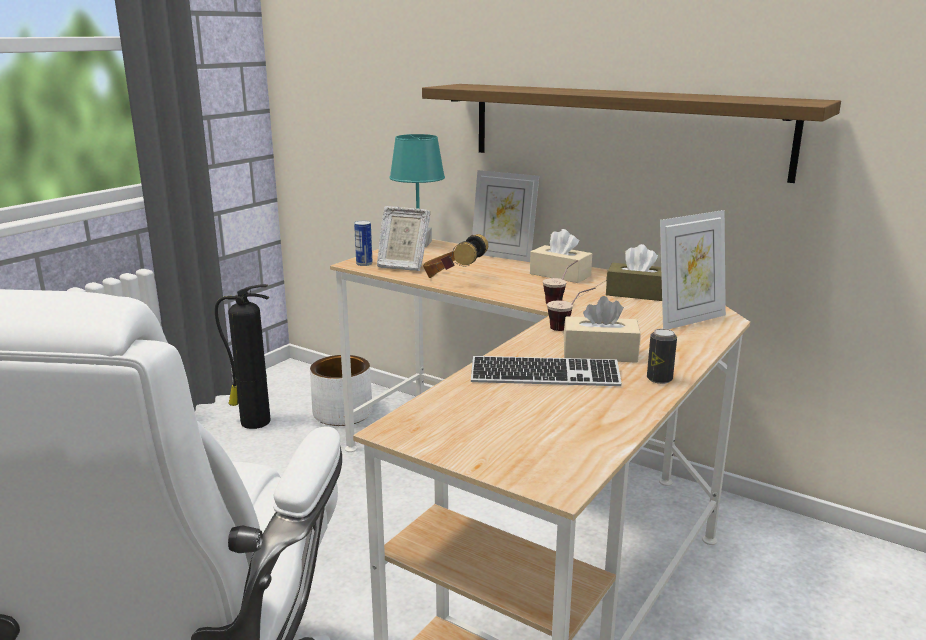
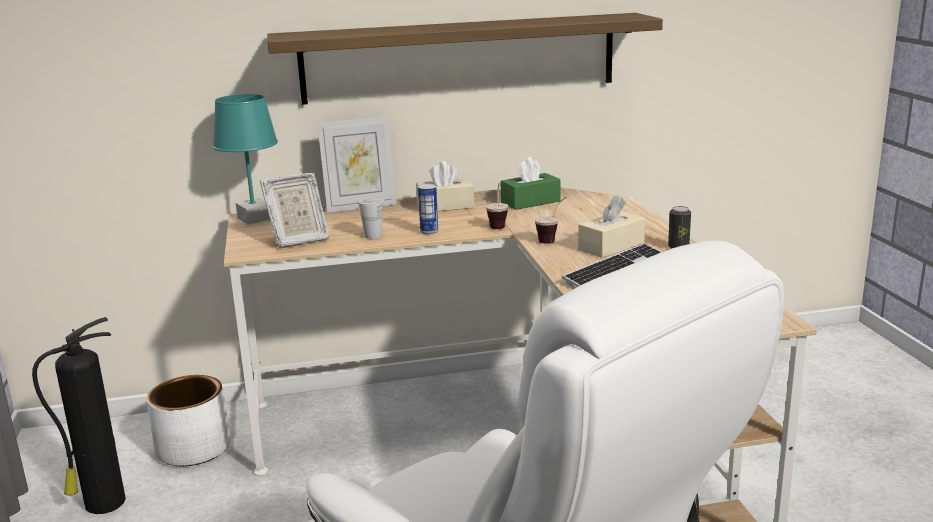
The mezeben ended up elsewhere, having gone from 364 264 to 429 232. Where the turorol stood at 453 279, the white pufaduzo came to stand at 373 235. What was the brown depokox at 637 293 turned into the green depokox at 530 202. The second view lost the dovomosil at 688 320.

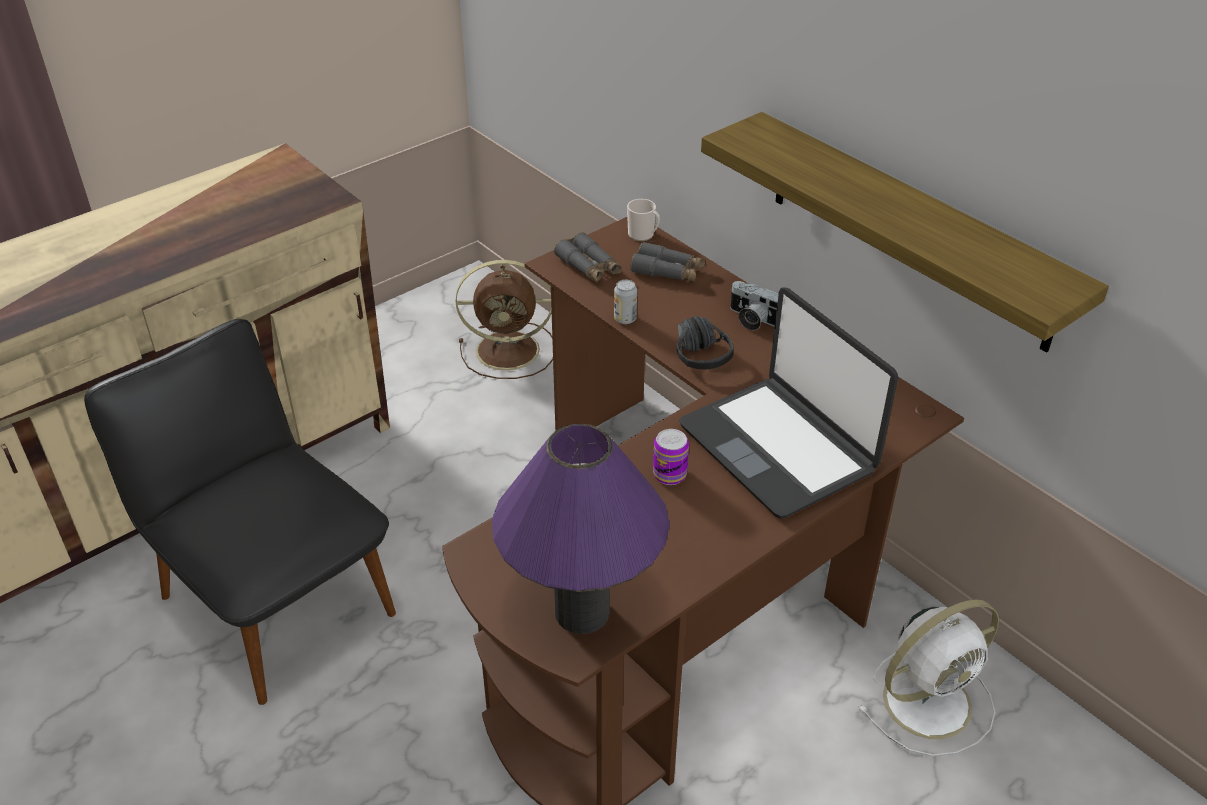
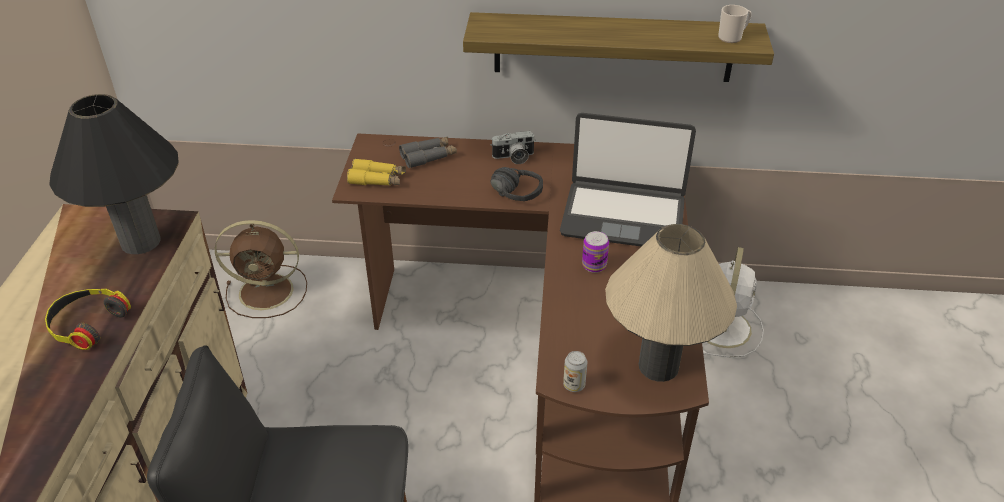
The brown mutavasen at 510 350 ended up facing another way, 45 degrees clockwise from before. What was the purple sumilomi at 581 612 turned into the beige sumilomi at 658 366. What was the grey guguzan at 589 267 turned into the yellow guguzan at 377 179. The mezeben ended up elsewhere, having gone from 625 319 to 574 385. The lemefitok ended up elsewhere, having gone from 643 235 to 732 37. The second view gained the turorol at 87 323. The second view gained the black sumilomi at 140 242.

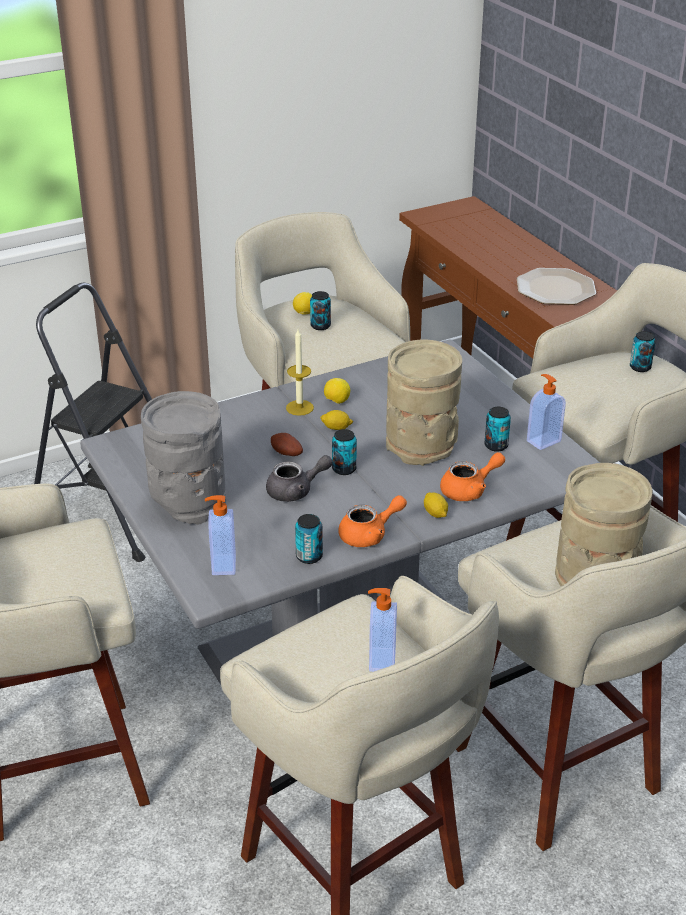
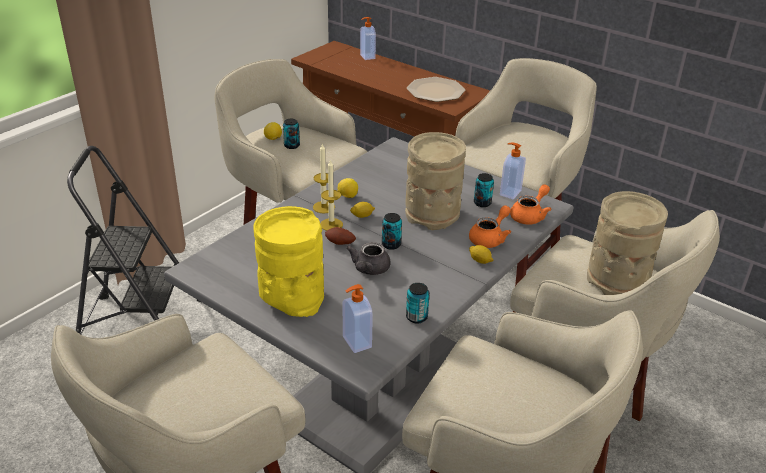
What was the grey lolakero at 187 502 turned into the yellow lolakero at 291 300. The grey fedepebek at 296 491 ended up facing another way, 150 degrees clockwise from before. The orange fedepebek ended up elsewhere, having gone from 369 535 to 530 216. The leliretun ended up elsewhere, having gone from 380 660 to 367 57. The second view lost the mezeben at 640 367. The second view gained the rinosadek at 331 224.

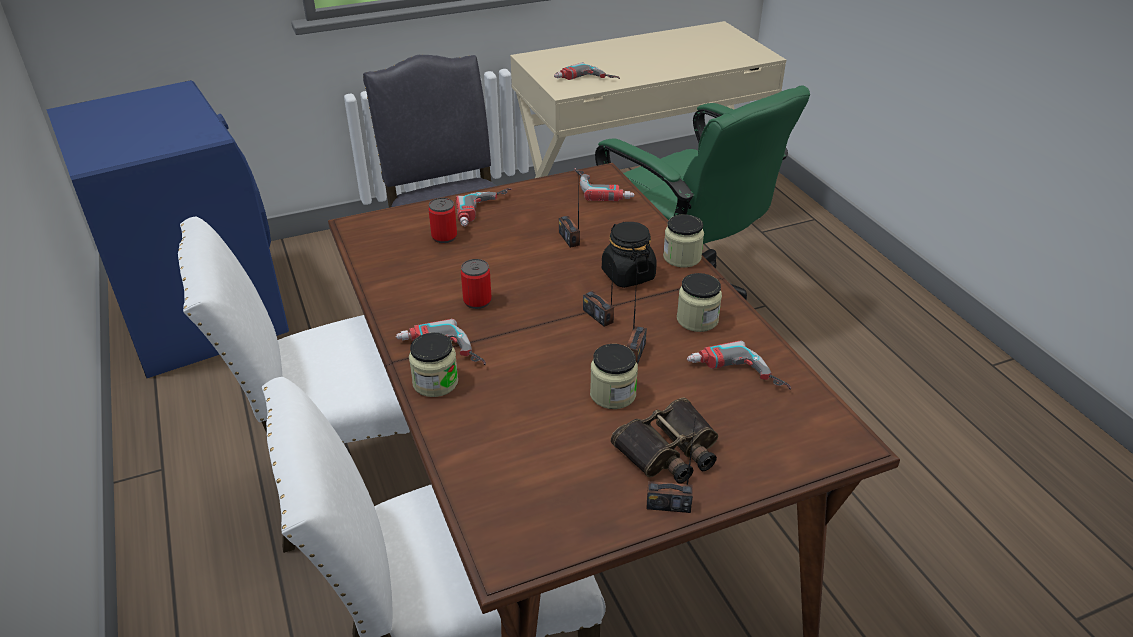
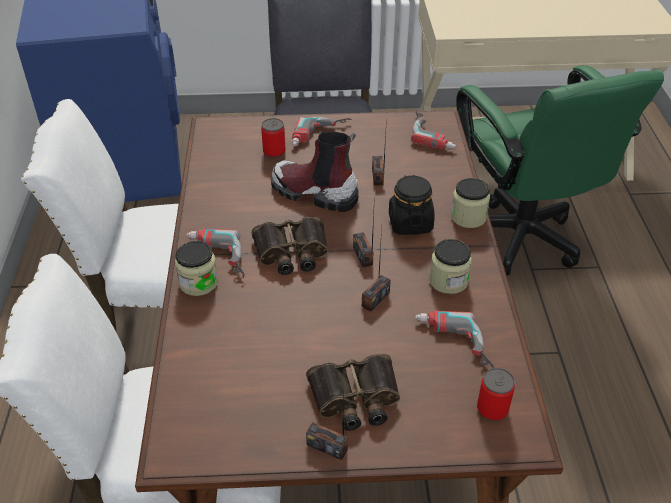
The mezeben ended up elsewhere, having gone from 477 301 to 492 409. The second view lost the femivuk at 585 81. The second view lost the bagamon at 613 394. The second view gained the guguzan at 291 252. The second view gained the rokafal at 314 193.

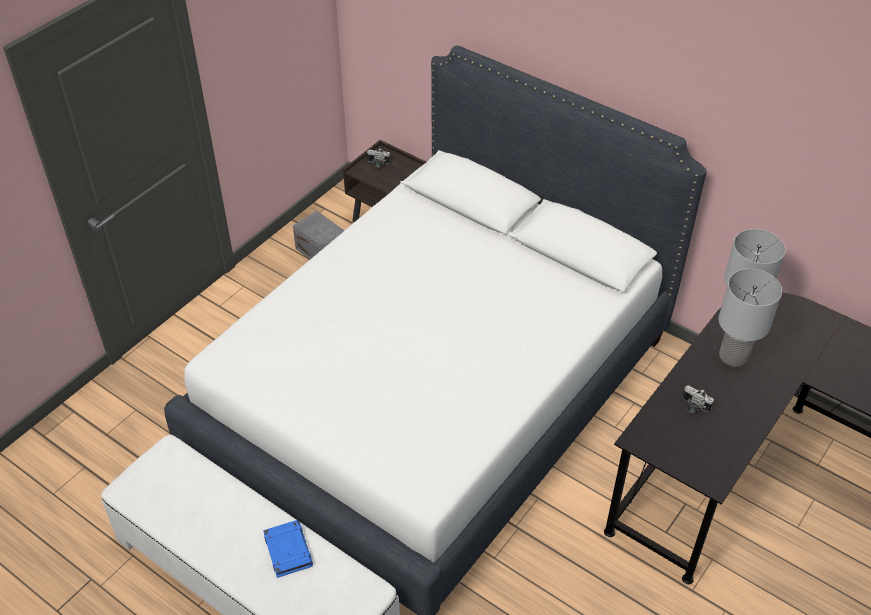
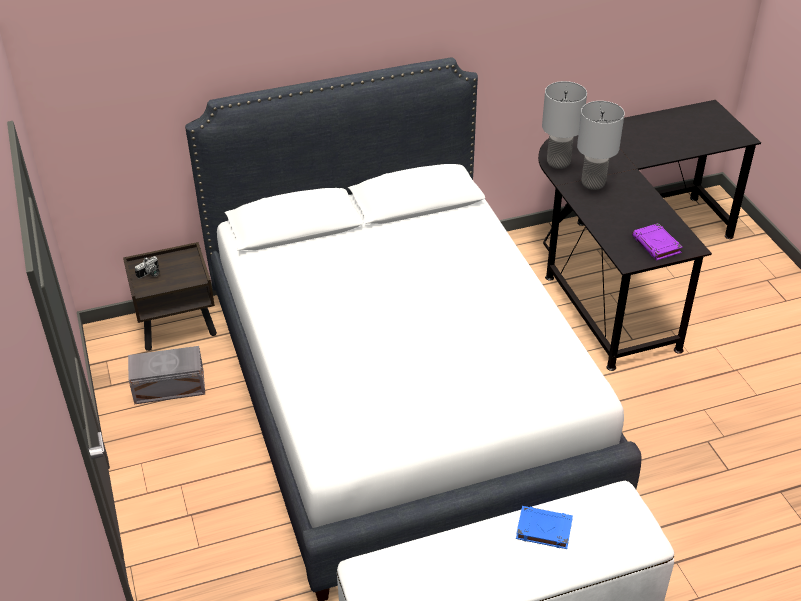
The second view lost the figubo at 693 407. The second view gained the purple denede at 656 245.

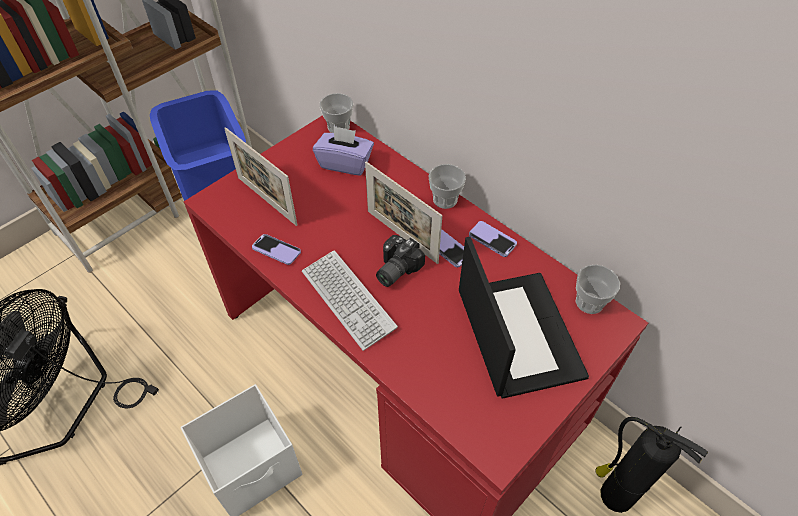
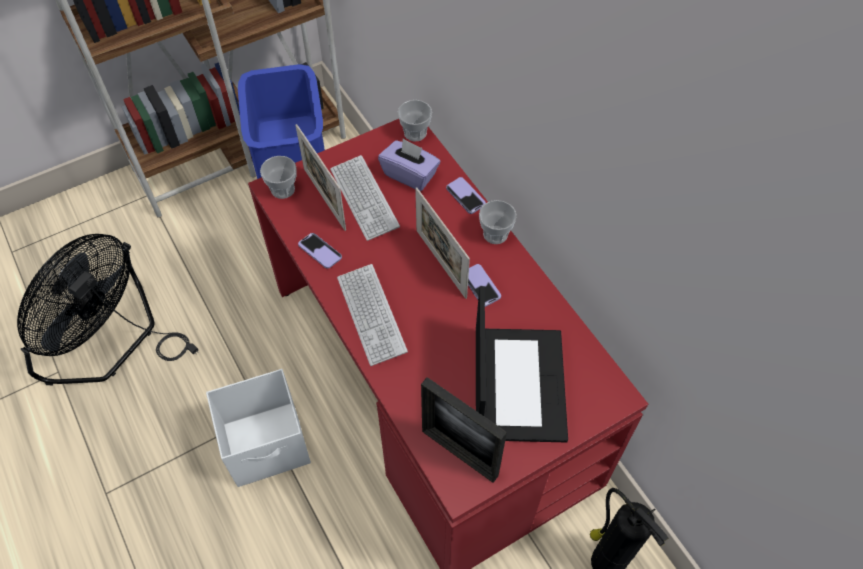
The second view lost the figubo at 394 269. The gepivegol ended up elsewhere, having gone from 492 240 to 465 196. The pufaduzo ended up elsewhere, having gone from 589 302 to 283 189. The second view gained the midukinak at 364 198. The second view gained the dovomosil at 459 453.

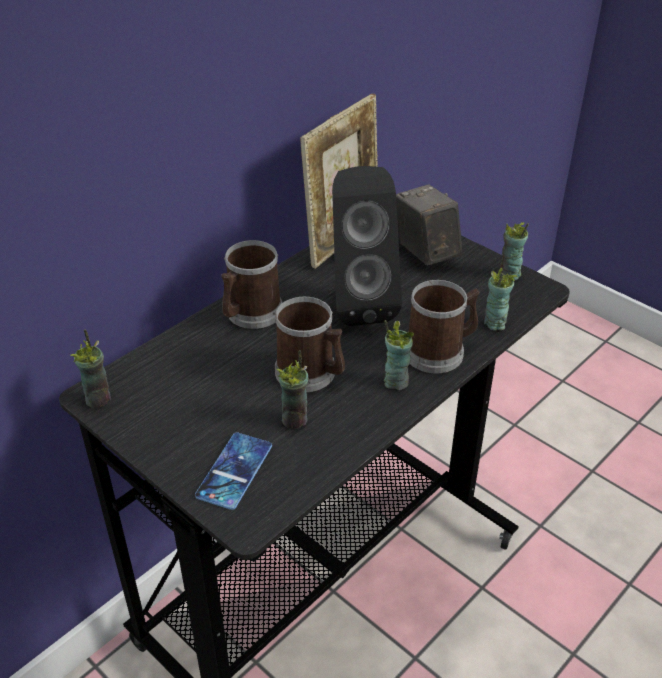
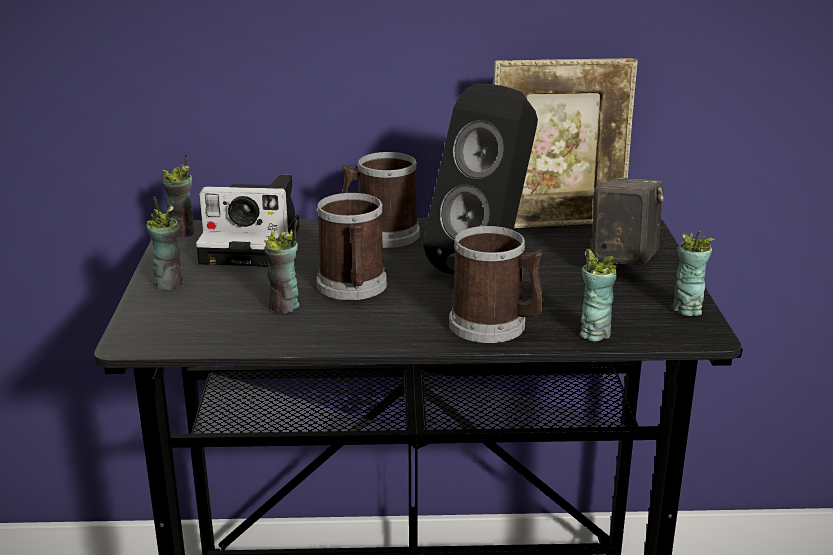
The second view lost the gepivegol at 234 471. The pufaduzo ended up elsewhere, having gone from 396 381 to 169 283. The second view gained the figubo at 256 244.

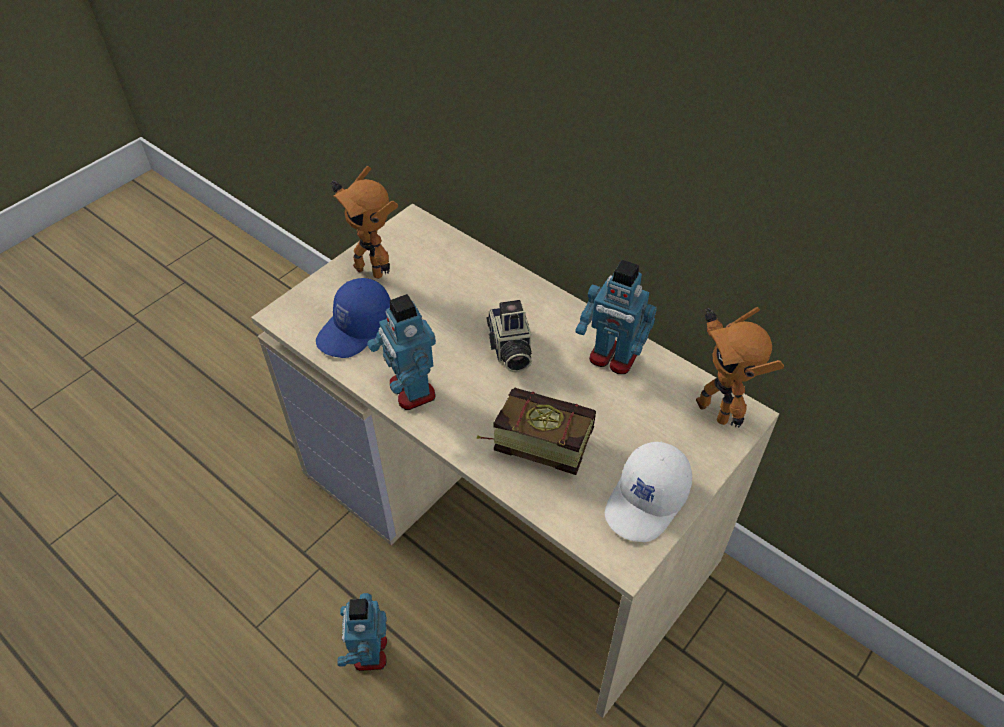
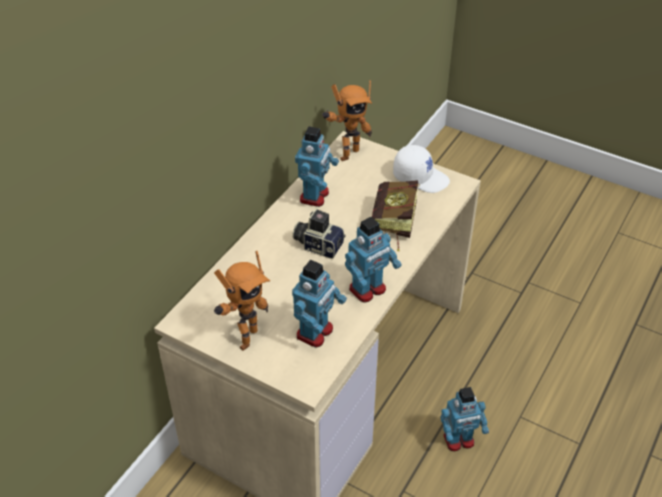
Where the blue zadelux stood at 356 329, the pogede came to stand at 315 333. The figubo at 510 350 ended up facing another way, 135 degrees counterclockwise from before.

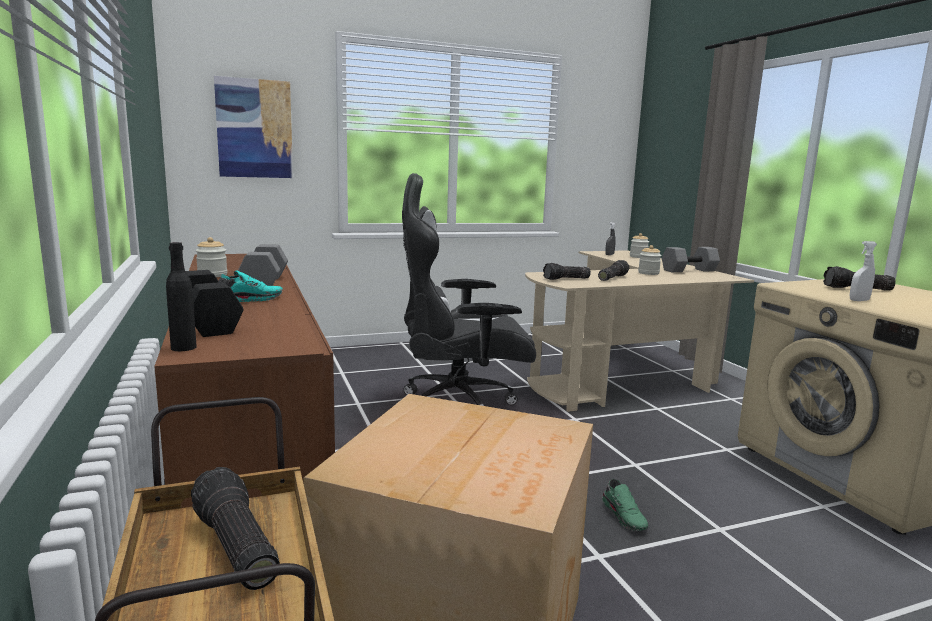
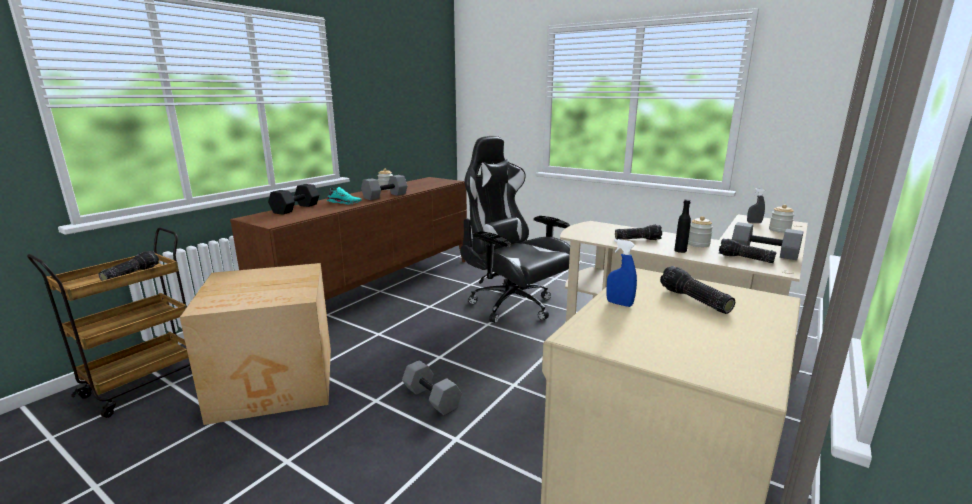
The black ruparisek ended up elsewhere, having gone from 183 347 to 680 250. The second view lost the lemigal at 254 129. The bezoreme ended up elsewhere, having gone from 566 279 to 744 259. Where the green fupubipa stood at 625 516, the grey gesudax came to stand at 432 398. What was the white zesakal at 859 300 turned into the blue zesakal at 619 303.

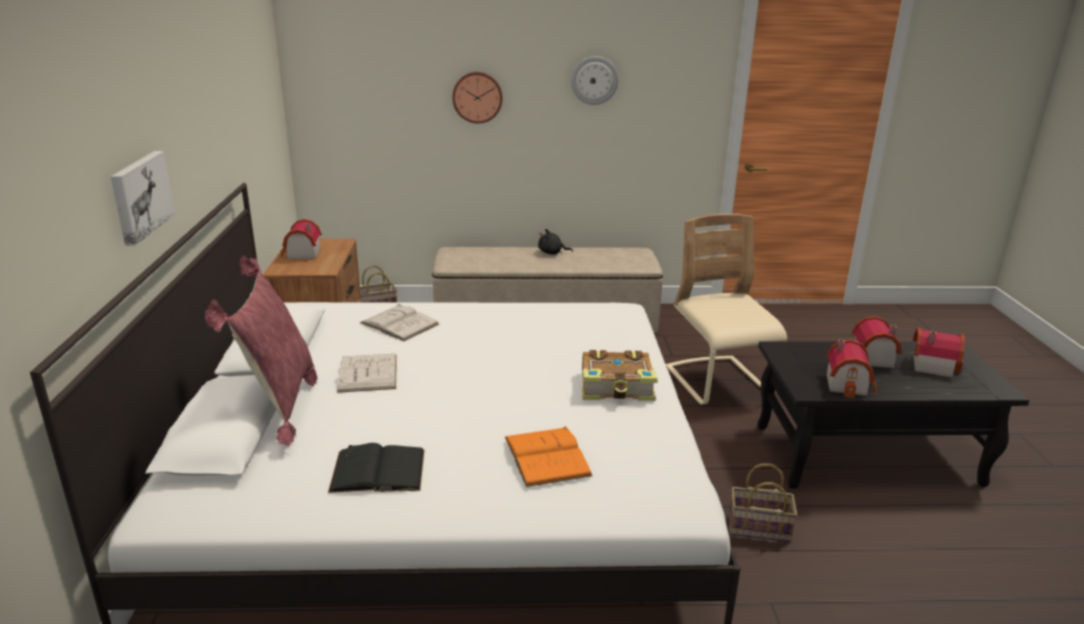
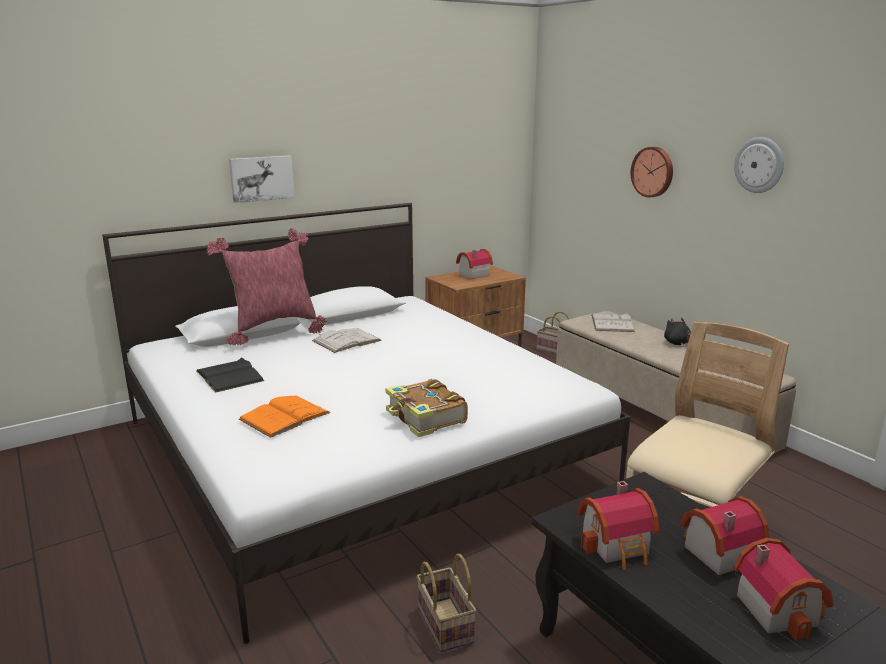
The white denede ended up elsewhere, having gone from 399 323 to 612 323.

